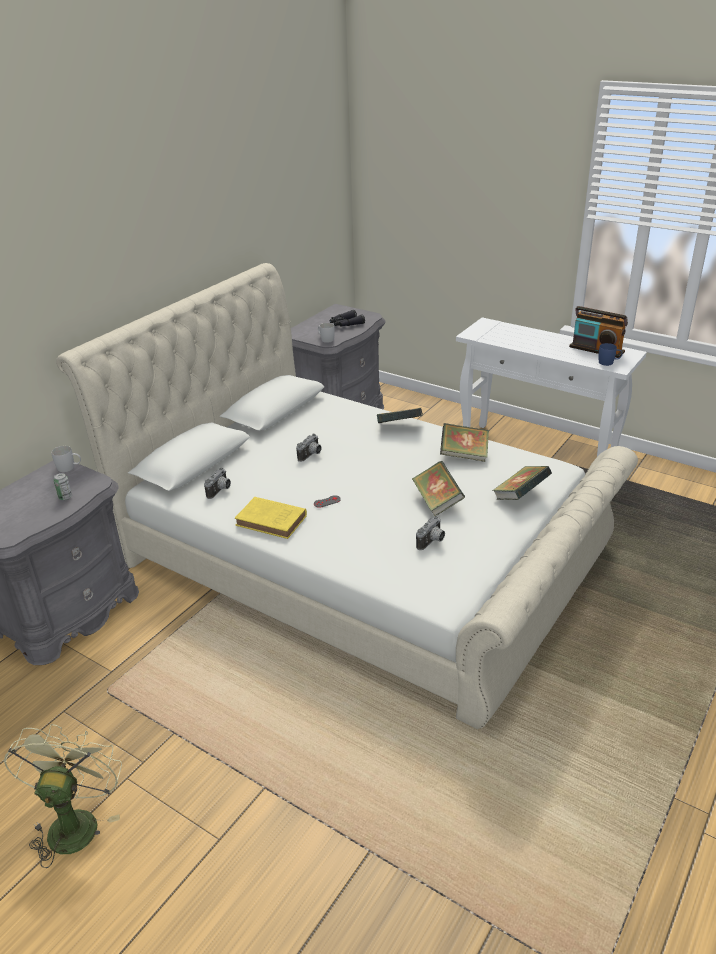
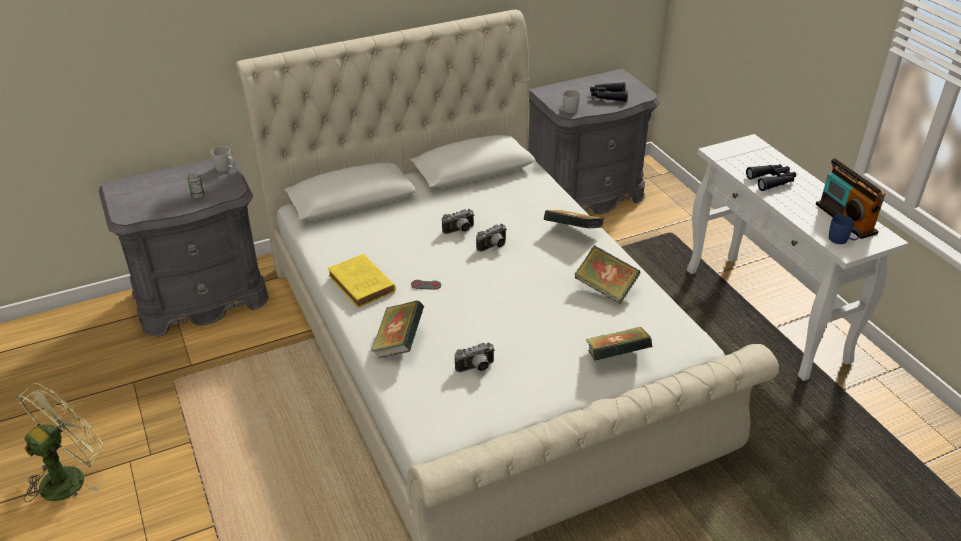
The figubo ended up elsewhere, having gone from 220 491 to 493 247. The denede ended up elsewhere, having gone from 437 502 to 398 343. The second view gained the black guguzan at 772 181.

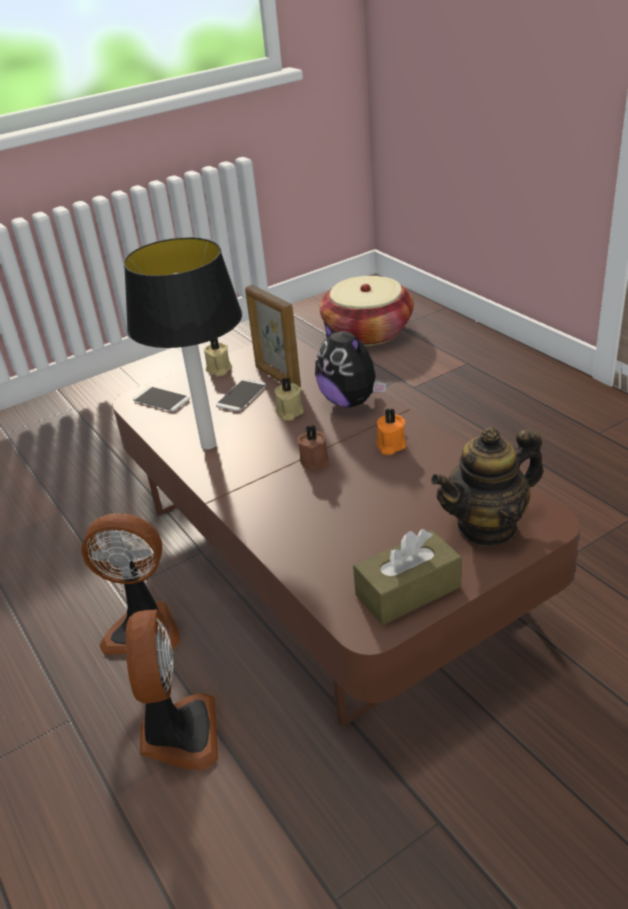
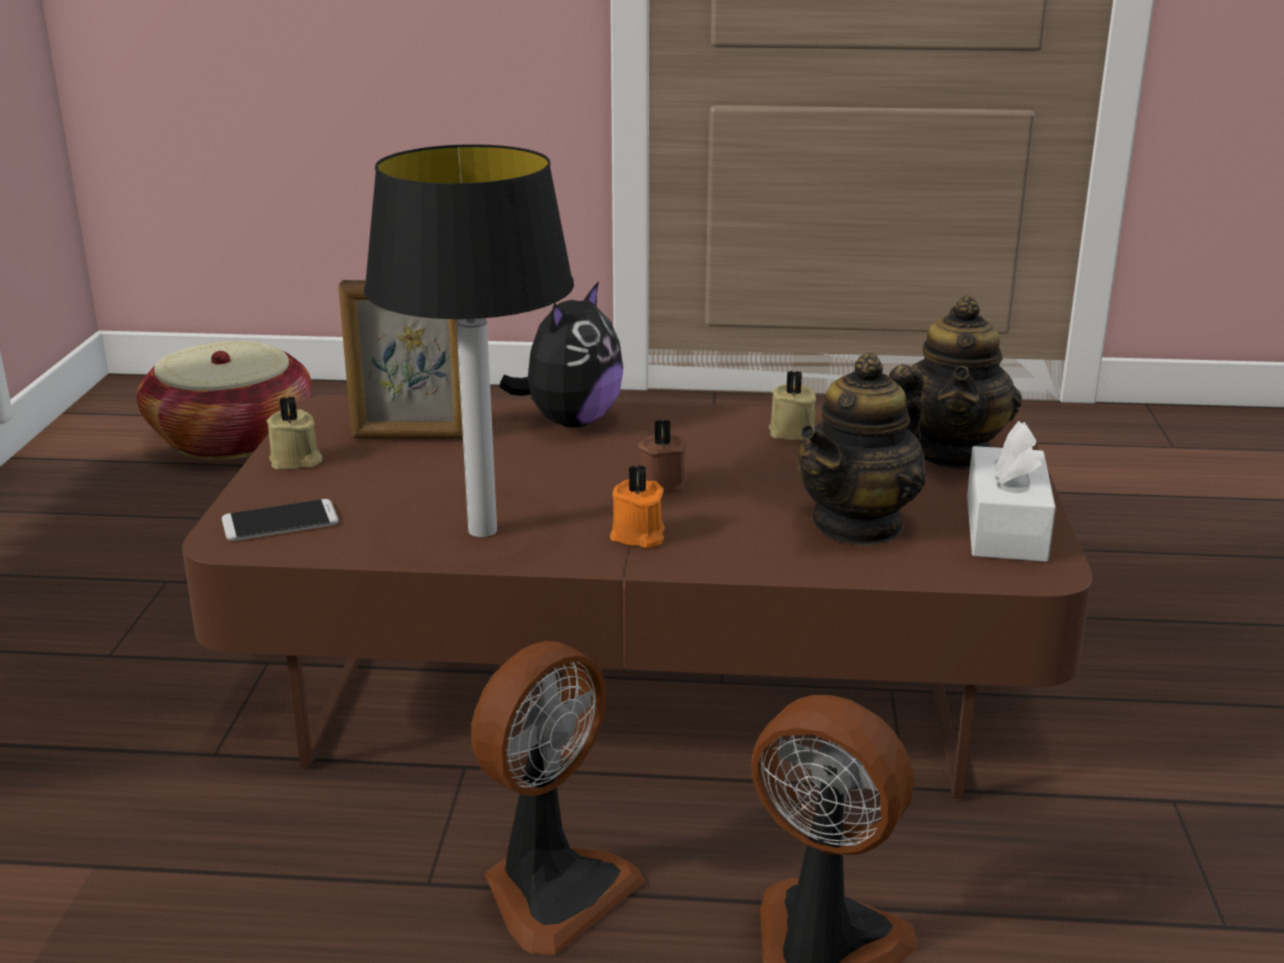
The second view lost the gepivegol at 241 396. The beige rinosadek ended up elsewhere, having gone from 288 413 to 793 433. The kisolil at 350 401 ended up facing another way, 60 degrees counterclockwise from before. What was the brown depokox at 408 591 turned into the white depokox at 1005 528. The orange rinosadek ended up elsewhere, having gone from 390 446 to 638 536. The second view gained the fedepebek at 859 524.

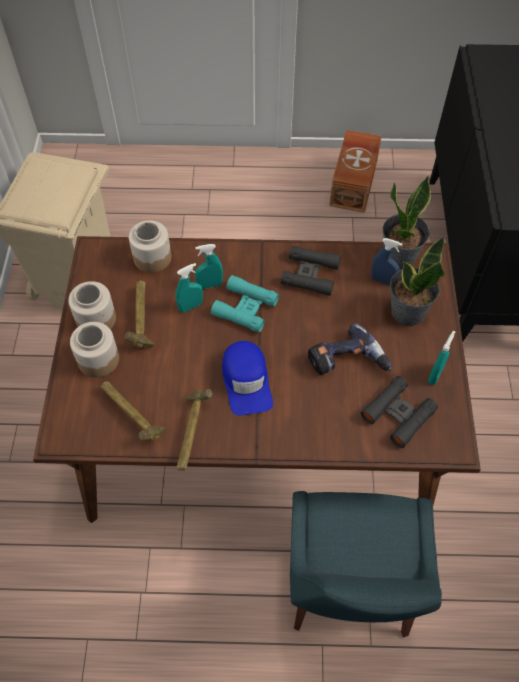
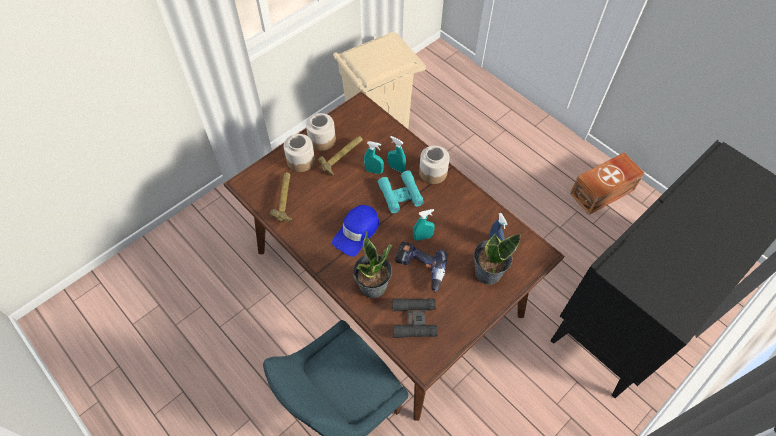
The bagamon ended up elsewhere, having gone from 152 257 to 433 172. The second view lost the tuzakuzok at 191 434. The second view lost the black guguzan at 310 274. The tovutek ended up elsewhere, having gone from 399 257 to 373 286. The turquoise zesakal ended up elsewhere, having gone from 435 375 to 423 237.

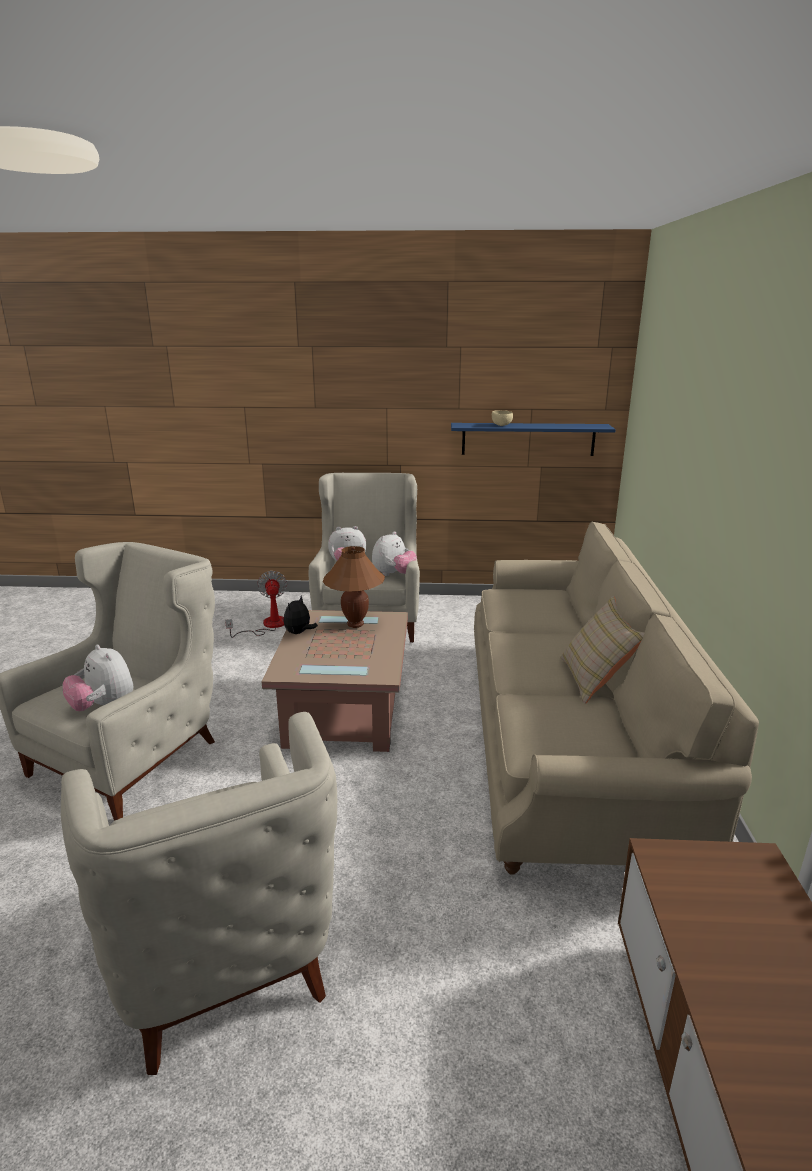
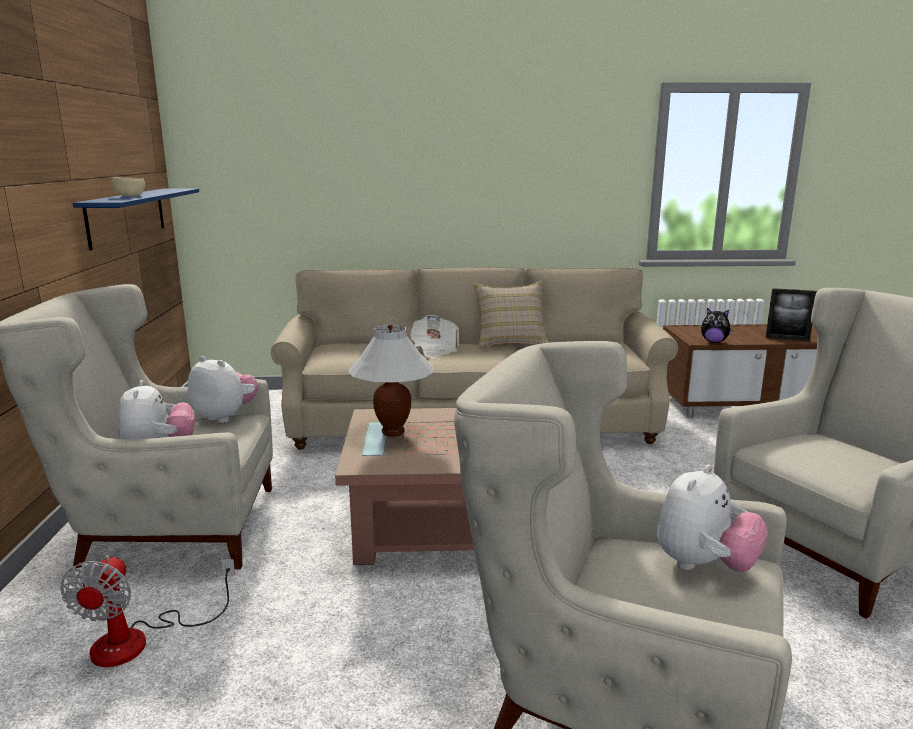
The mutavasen at 267 626 ended up facing another way, 75 degrees counterclockwise from before. The kisolil ended up elsewhere, having gone from 299 633 to 714 342. What was the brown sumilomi at 355 624 turned into the white sumilomi at 392 432. The second view gained the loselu at 435 350. The second view gained the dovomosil at 787 339.

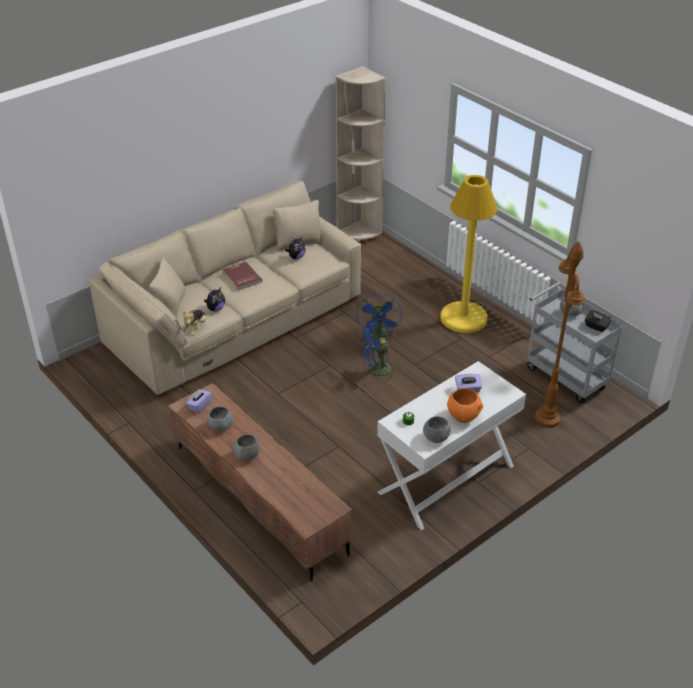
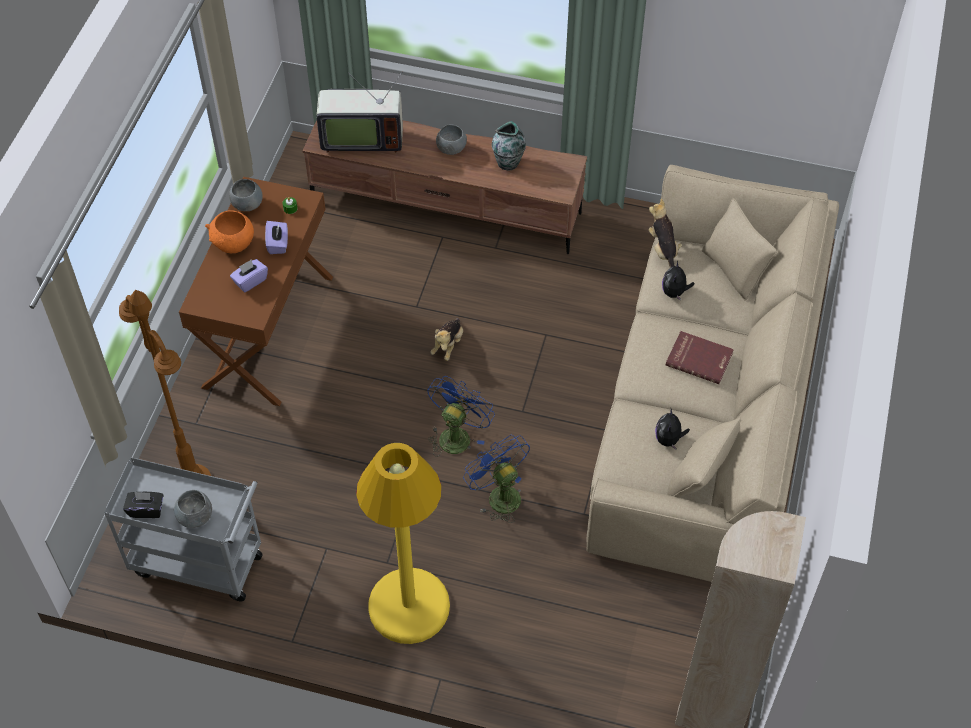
The purple depokox ended up elsewhere, having gone from 199 406 to 278 244. Where the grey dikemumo stood at 220 426, the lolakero came to stand at 508 162. What was the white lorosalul at 446 479 turned into the brown lorosalul at 267 331. The second view gained the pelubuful at 361 138. The second view gained the kisolil at 448 345.

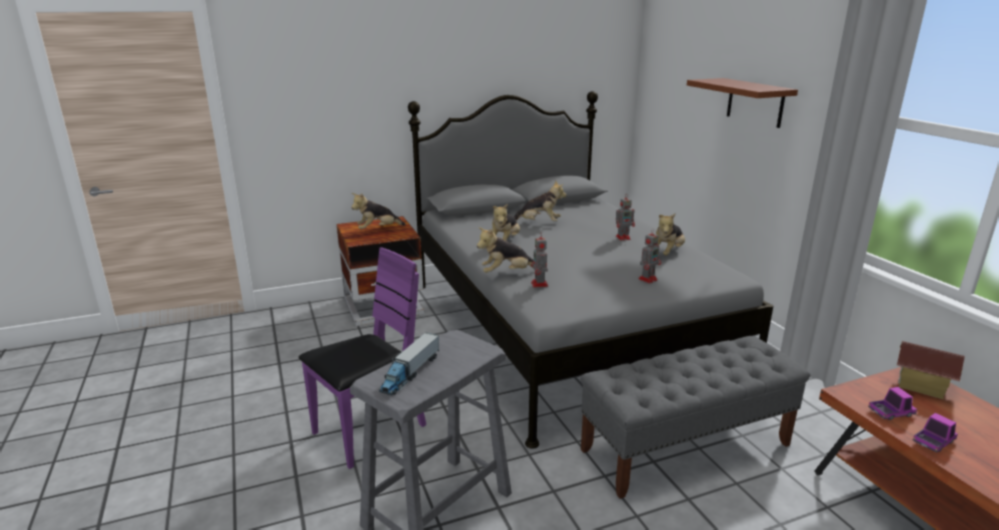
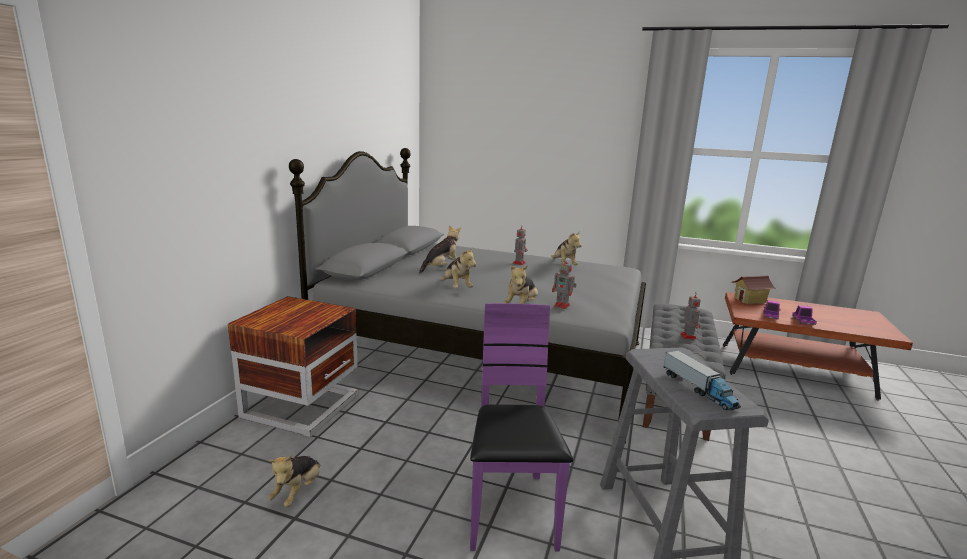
The kisolil ended up elsewhere, having gone from 378 229 to 297 492. The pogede ended up elsewhere, having gone from 648 279 to 688 336. The second view lost the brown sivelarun at 755 102.

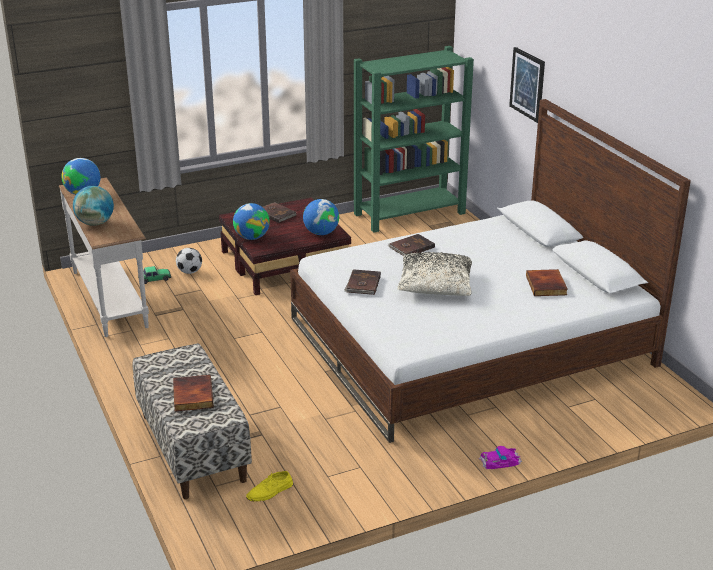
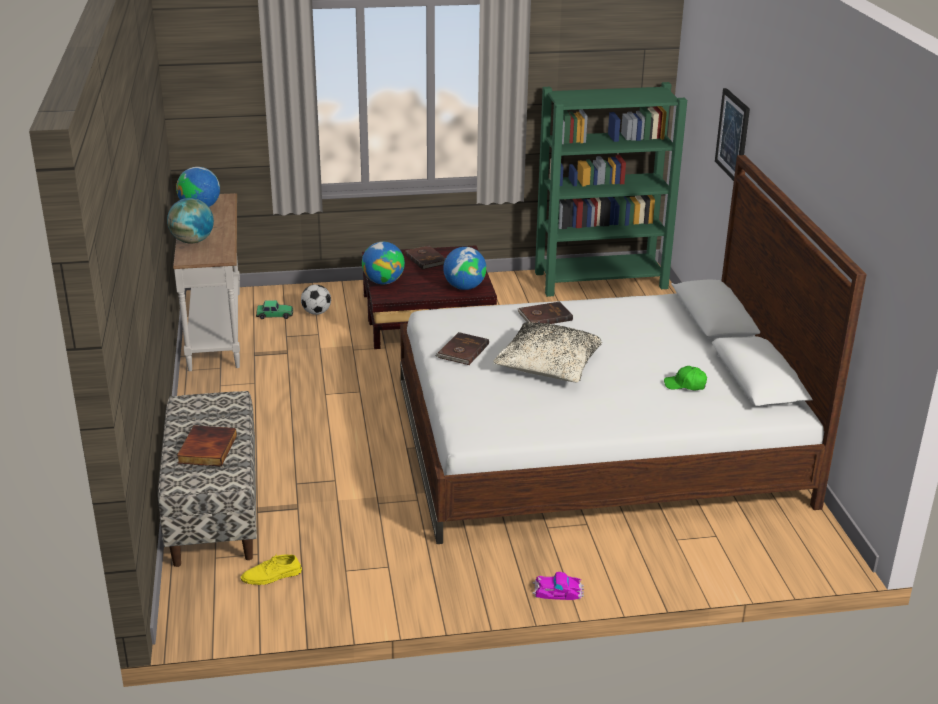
Where the denede stood at 547 285, the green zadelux came to stand at 685 385.

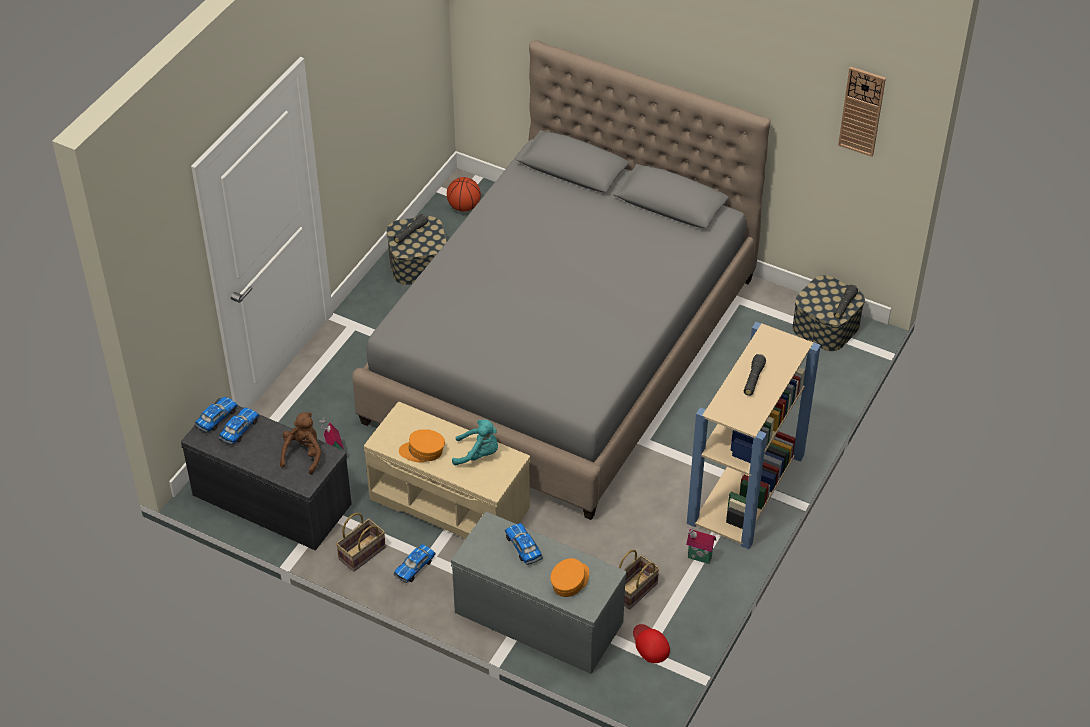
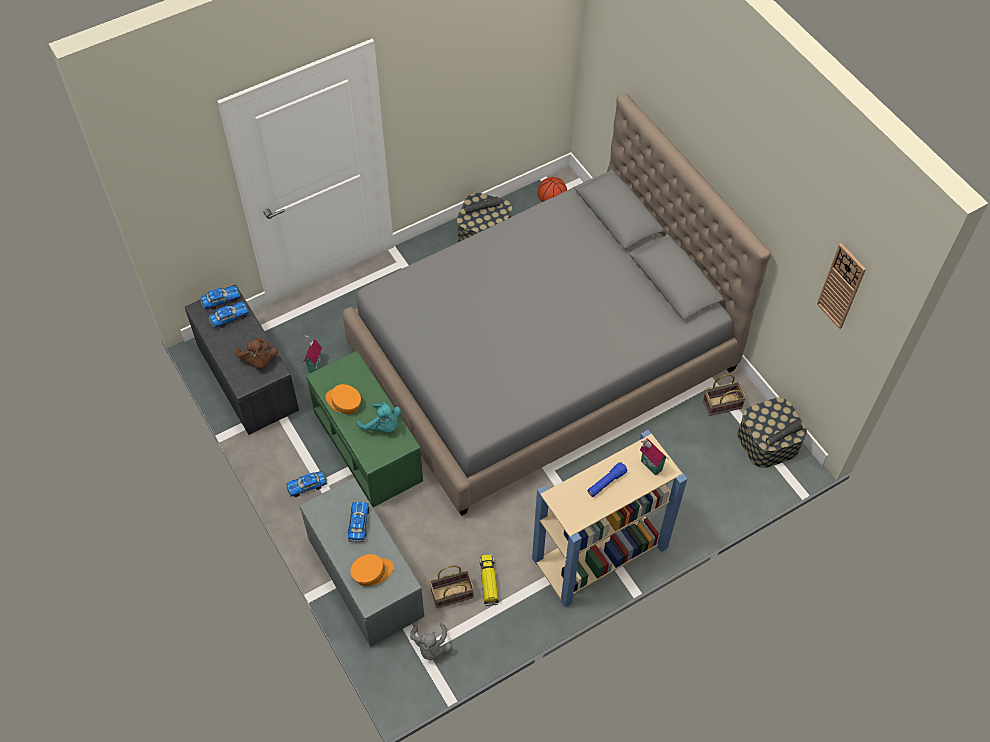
The brown kisolil at 303 454 ended up facing another way, 105 degrees clockwise from before. The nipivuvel ended up elsewhere, having gone from 362 554 to 721 405. What was the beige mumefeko at 451 503 turned into the green mumefeko at 369 447. Where the red zadelux stood at 650 644, the grey kisolil came to stand at 431 647. The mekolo ended up elsewhere, having gone from 699 558 to 650 466. What was the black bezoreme at 753 379 turned into the blue bezoreme at 606 482. The second view gained the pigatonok at 489 582.

